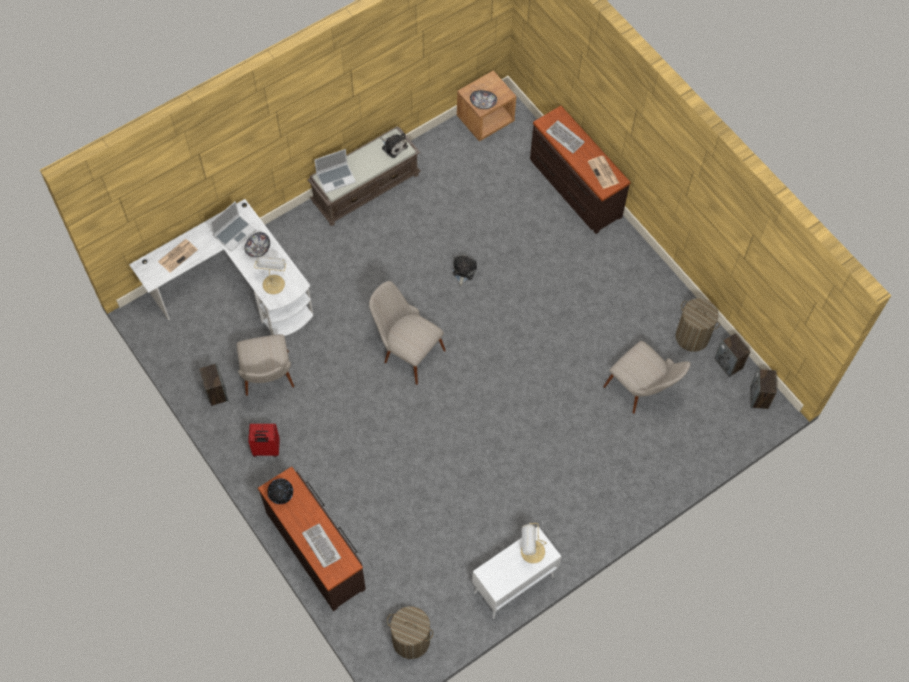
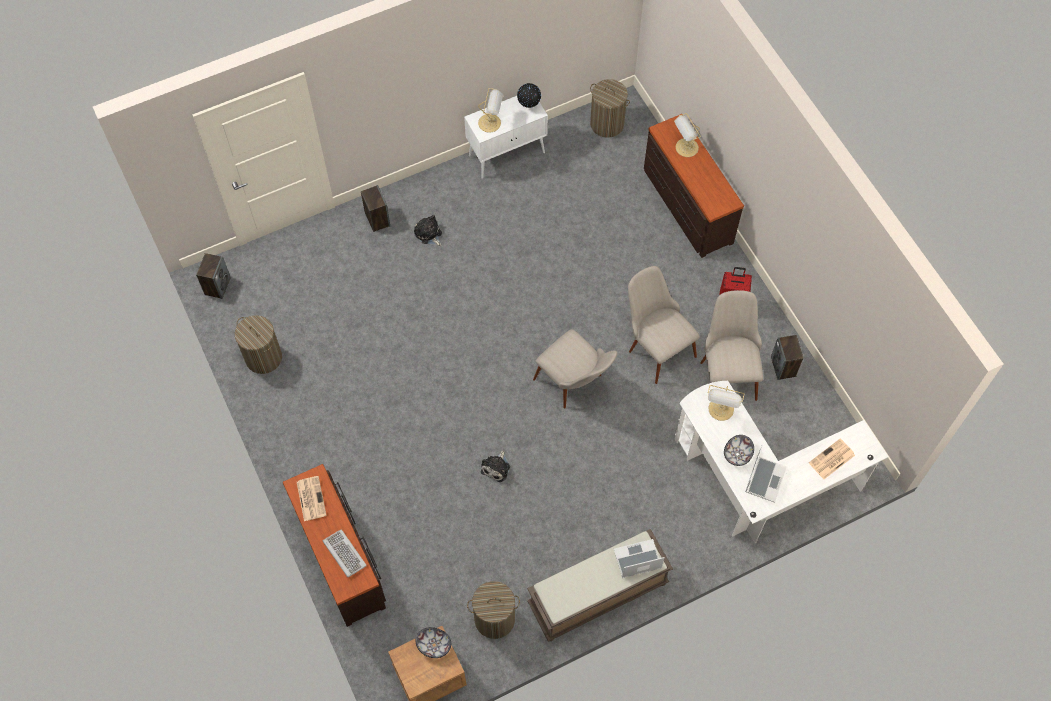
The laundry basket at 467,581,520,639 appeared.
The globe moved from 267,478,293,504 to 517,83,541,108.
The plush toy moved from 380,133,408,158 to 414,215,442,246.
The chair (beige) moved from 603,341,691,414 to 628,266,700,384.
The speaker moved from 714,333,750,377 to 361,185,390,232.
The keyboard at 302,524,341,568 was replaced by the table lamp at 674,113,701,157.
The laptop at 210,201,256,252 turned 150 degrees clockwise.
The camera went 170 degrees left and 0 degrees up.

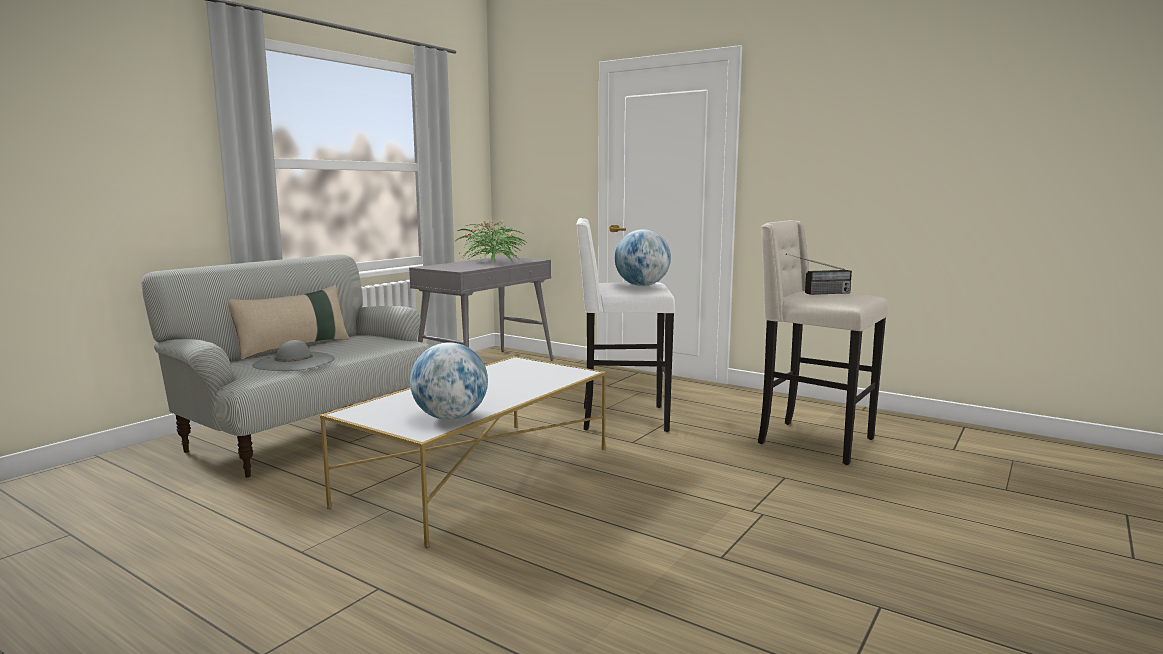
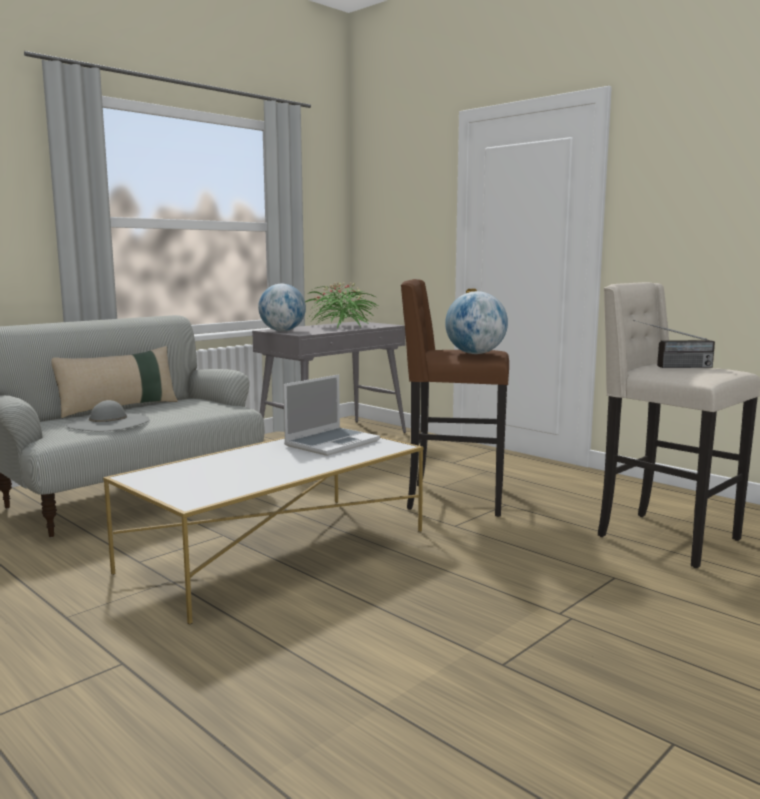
The laptop at 283,374,380,456 appeared.
The globe moved from 410,342,488,420 to 258,284,306,331.
The stool (white) at 576,218,675,432 became the stool (brown) at 401,279,509,517.
The camera went 10 degrees right and 0 degrees up.

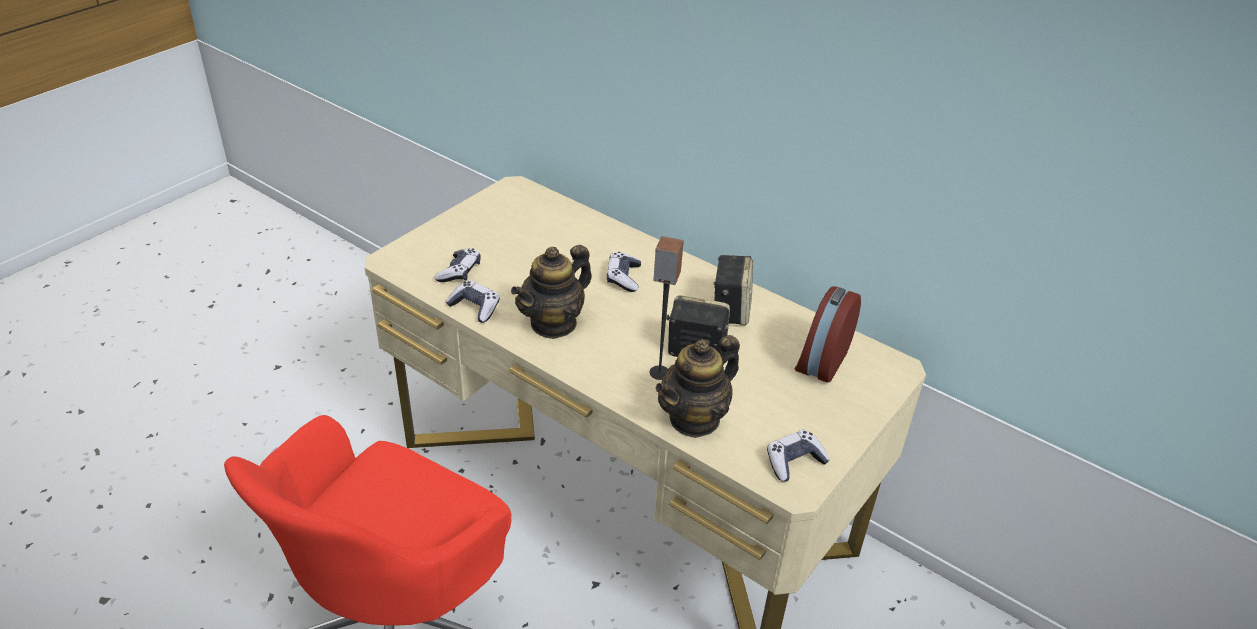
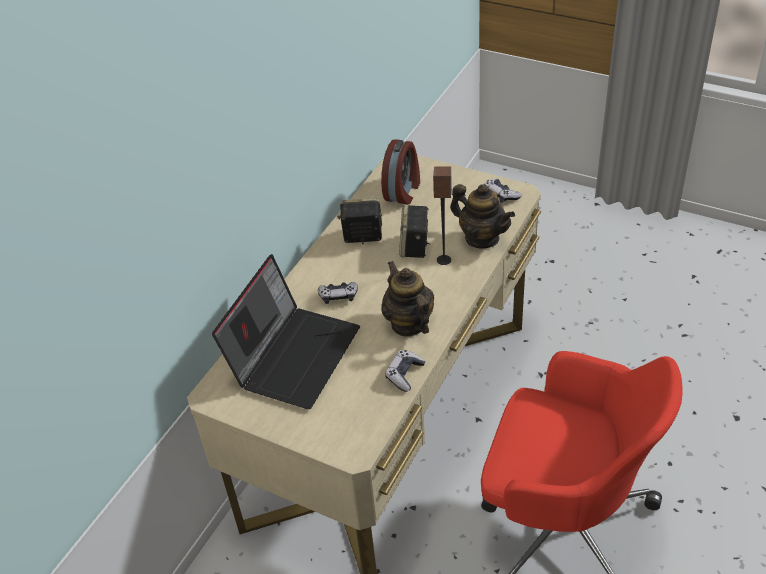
The game controller at 434,248,481,282 disappeared.
The laptop at 212,254,360,409 appeared.
The teapot at 511,245,592,339 turned 150 degrees counterclockwise.
The alarm clock at 795,286,861,383 turned 90 degrees counterclockwise.
The camera went 95 degrees left and 5 degrees up.

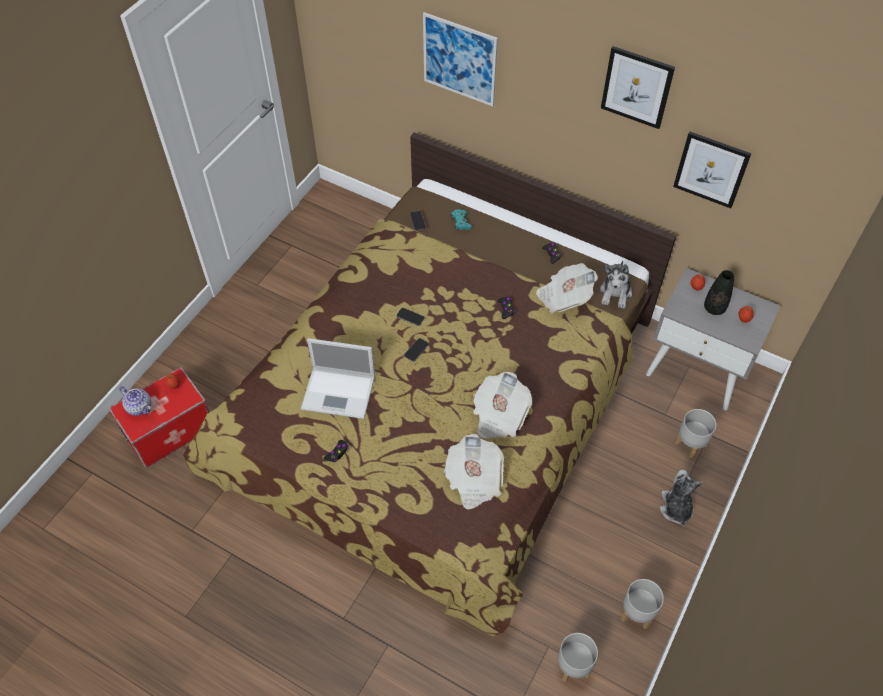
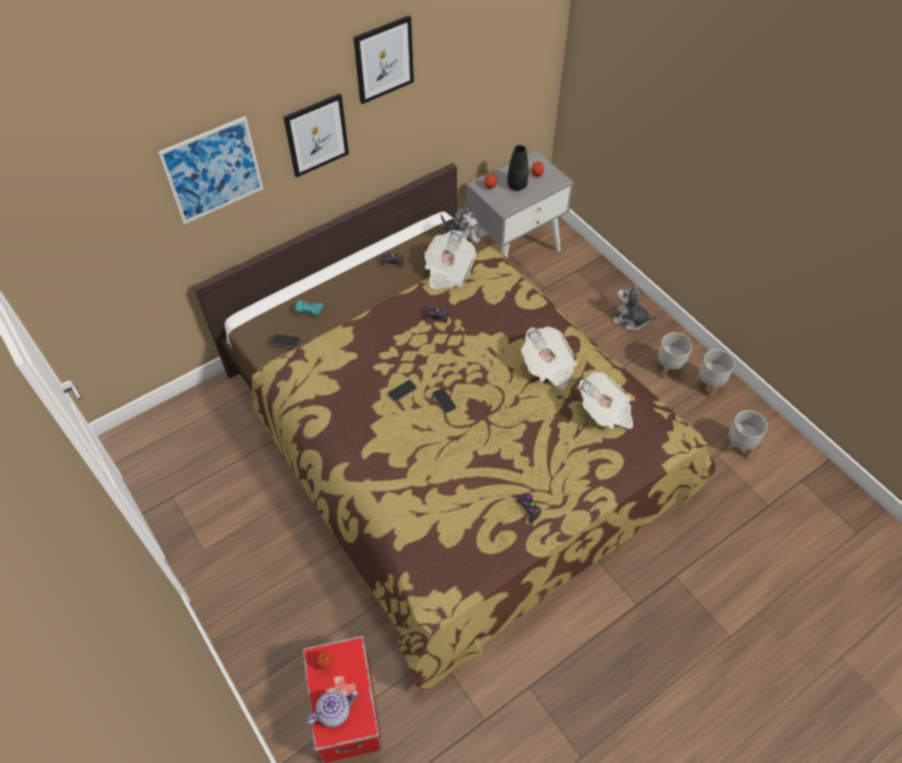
The laptop at 301,338,375,419 disappeared.
The picture moved from 673,132,752,208 to 283,93,349,177.
The planter (grey) moved from 675,409,716,458 to 655,332,692,379.
The camera went 65 degrees left and 0 degrees up.

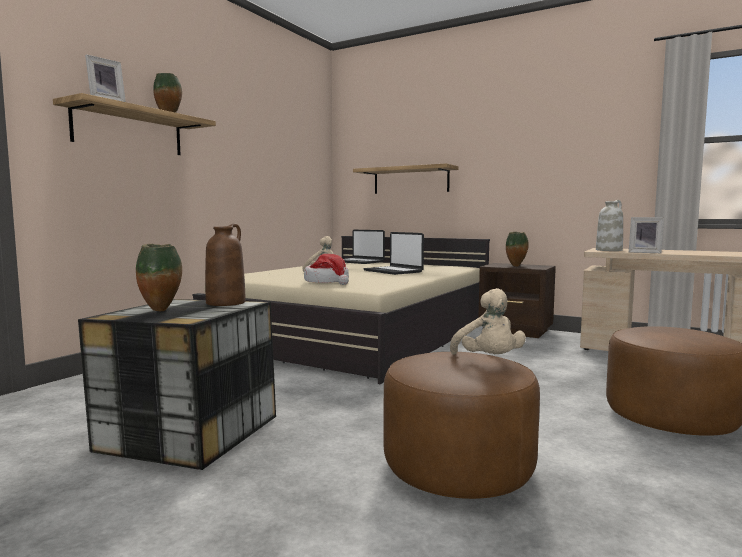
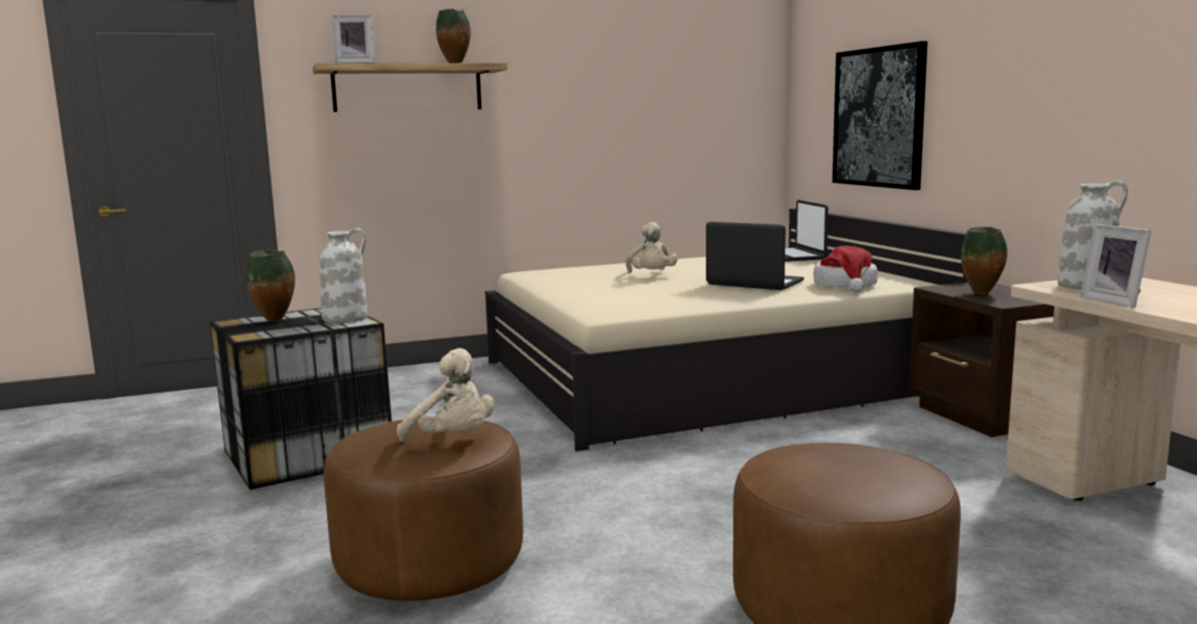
The hat moved from 304,254,349,285 to 814,246,878,292.
The shelf at 353,163,458,194 was replaced by the picture at 832,41,927,190.
The vase (brown) at 205,223,246,306 became the vase (white) at 320,228,368,323.
The laptop at 363,232,424,275 turned 120 degrees clockwise.
The plush toy (beige) at 450,288,526,355 turned 75 degrees counterclockwise.
The camera went 40 degrees right and 5 degrees up.

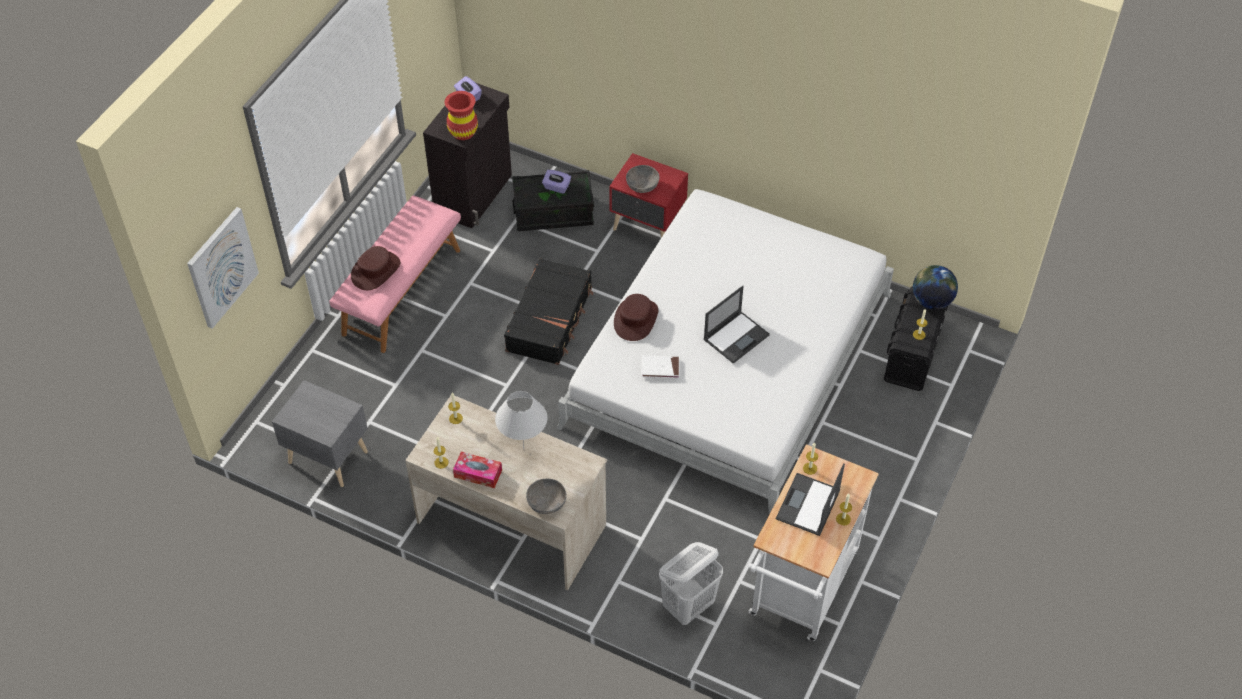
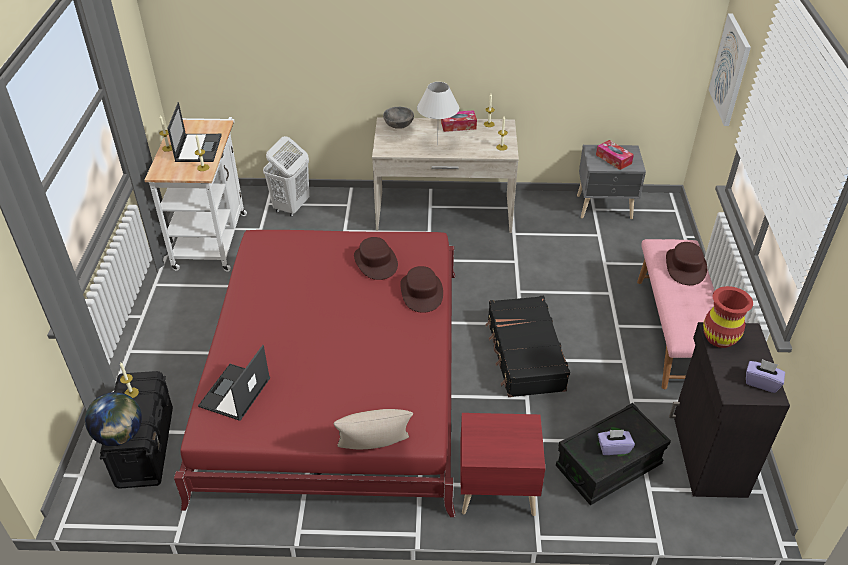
The bowl (grey) at 626,165,660,193 disappeared.
The pillow (beige) at 334,409,413,449 appeared.
The tissue box at 596,140,634,170 appeared.
The laptop moved from 703,286,770,364 to 198,345,270,421.
The book (white) at 641,355,680,378 was replaced by the hat (brown) at 354,237,398,280.
The bed (white) at 557,189,894,514 became the bed (red) at 174,230,455,517.
The camera went 155 degrees right and 10 degrees down.

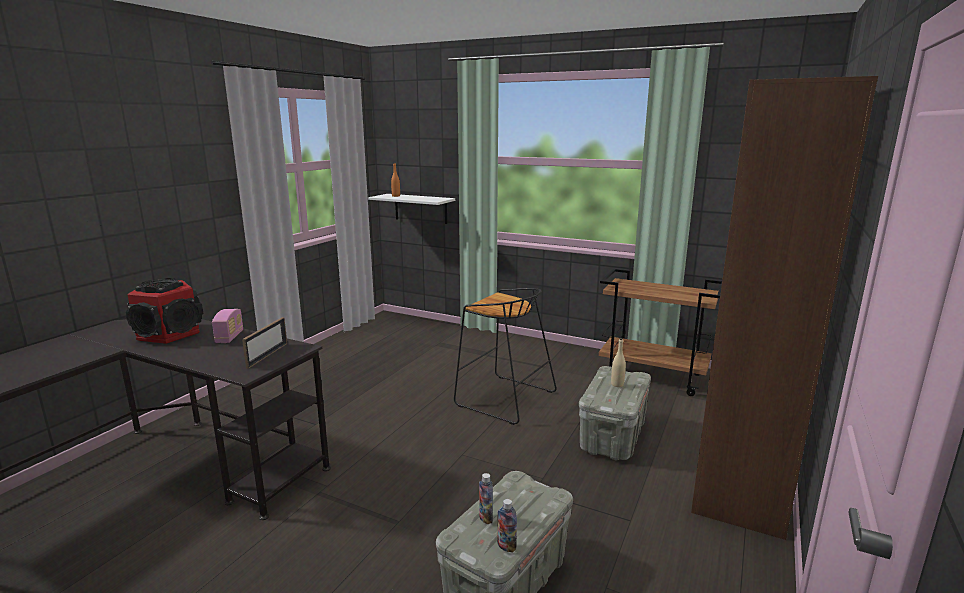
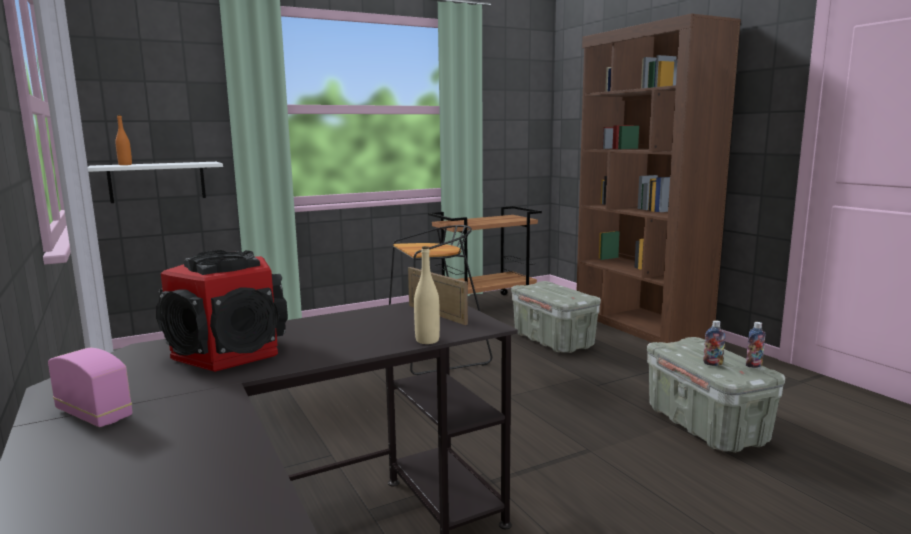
The radio moved from 212,309,243,343 to 48,348,132,427.
The bottle (beige) moved from 611,338,626,387 to 414,246,440,344.
The camera went 55 degrees left and 5 degrees down.

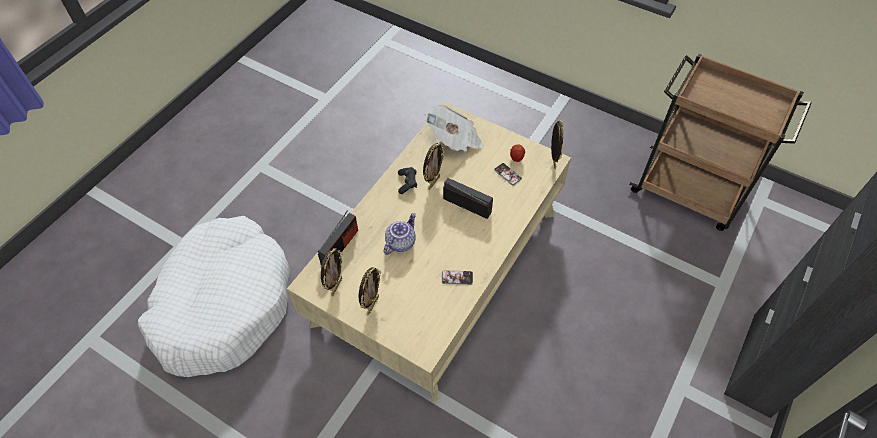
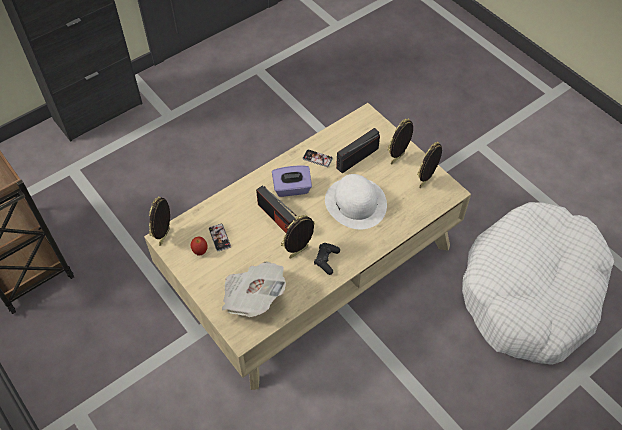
The tissue box (purple) at 272,165,312,197 appeared.
The radio moved from 318,211,358,265 to 336,128,380,173.
The teapot at 384,213,416,255 was replaced by the hat (white) at 325,174,387,229.
The camera went 160 degrees left and 0 degrees up.

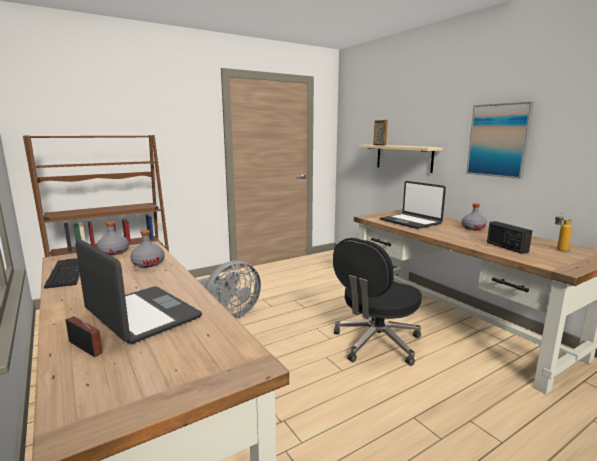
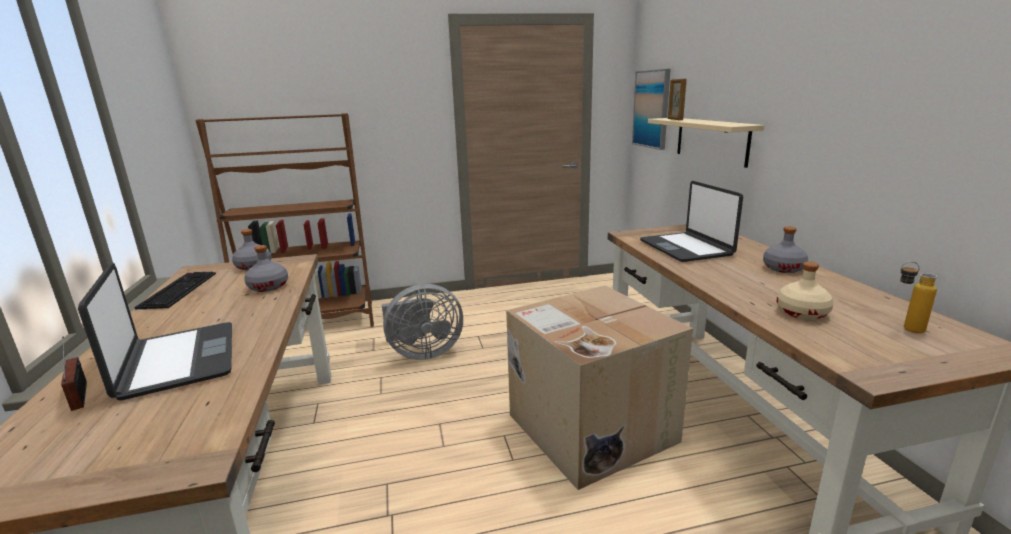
The picture moved from 466,102,534,179 to 632,69,671,150.
The office chair (black) at 333,238,422,366 was replaced by the cardboard box at 506,286,693,490.
The radio at 487,221,532,254 was replaced by the bottle (beige) at 777,261,834,320.
The camera went 20 degrees right and 5 degrees up.

